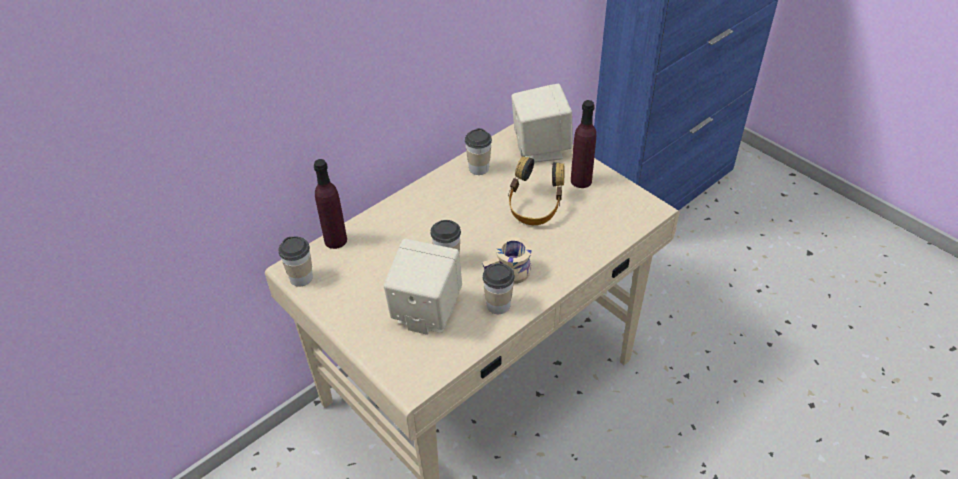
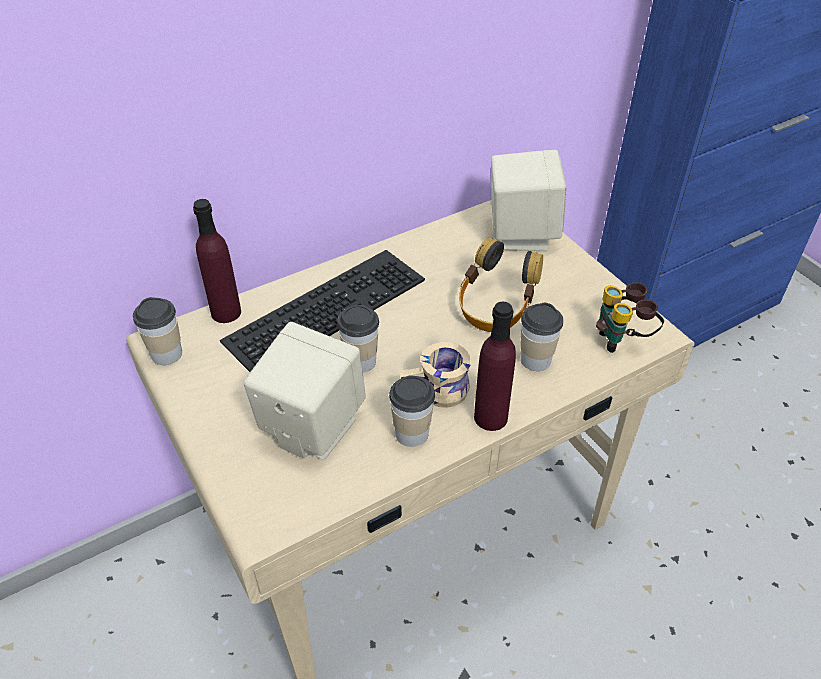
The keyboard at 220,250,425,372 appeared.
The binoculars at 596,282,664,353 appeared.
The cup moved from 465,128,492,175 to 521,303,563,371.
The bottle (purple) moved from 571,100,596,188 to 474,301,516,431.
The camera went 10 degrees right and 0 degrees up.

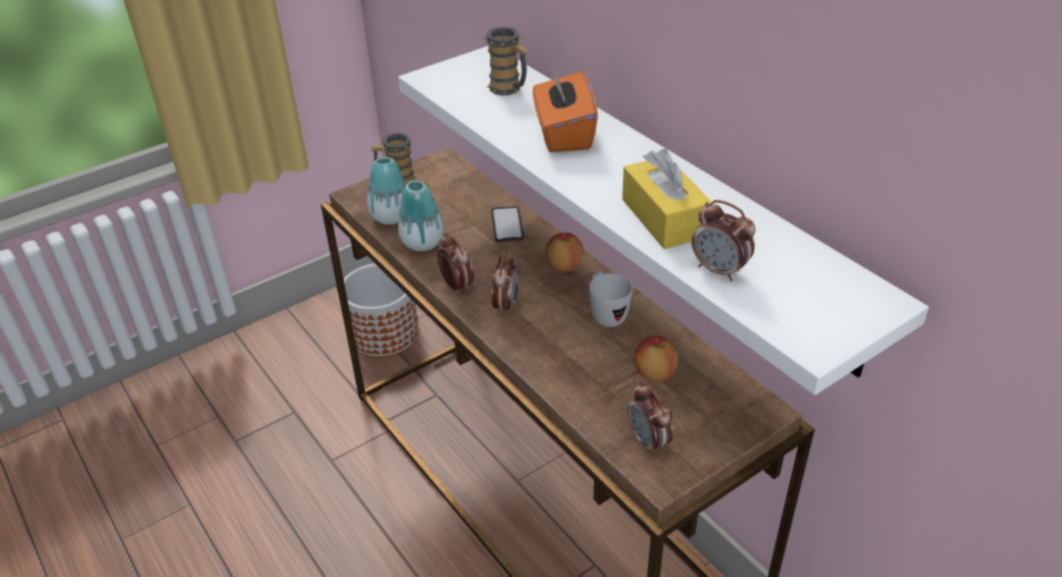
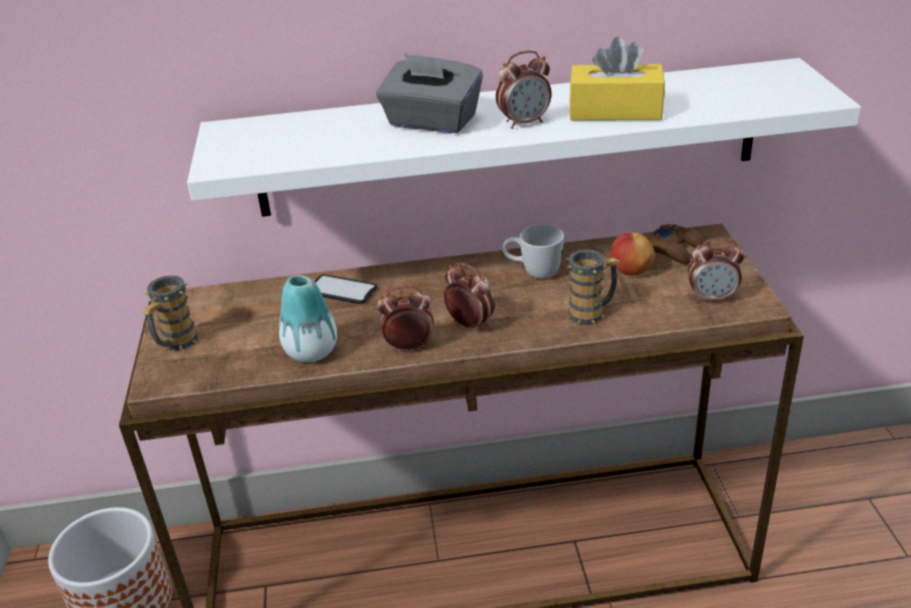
The vase at 367,157,406,225 disappeared.
The apple at 545,233,583,272 disappeared.
The game controller (brown) at 647,224,707,264 appeared.
The mug moved from 484,27,528,96 to 566,249,620,325.
The alarm clock moved from 692,200,755,281 to 496,51,552,129.
The tissue box (orange) at 533,65,598,152 became the tissue box (grey) at 376,53,483,133.
The camera went 60 degrees left and 5 degrees down.

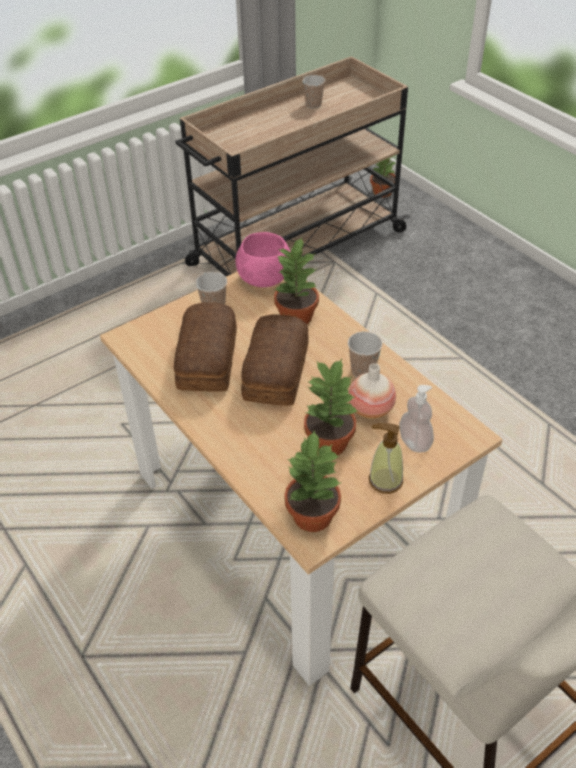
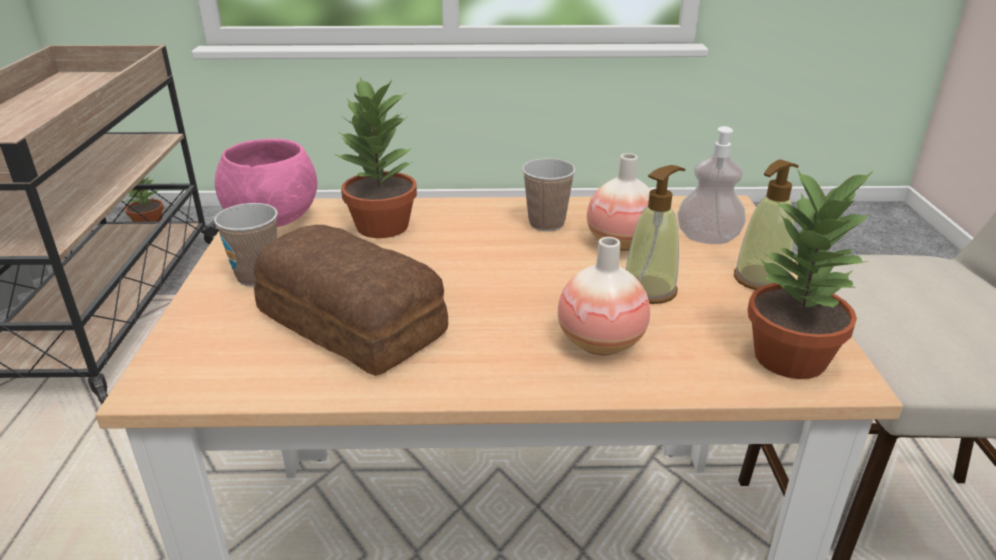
The bread at 241,314,308,406 disappeared.
The cup at 302,75,325,109 disappeared.
The vase at 558,237,650,355 appeared.
The potted plant at 304,359,359,455 was replaced by the soap dispenser at 626,165,686,304.
The camera went 55 degrees left and 15 degrees down.

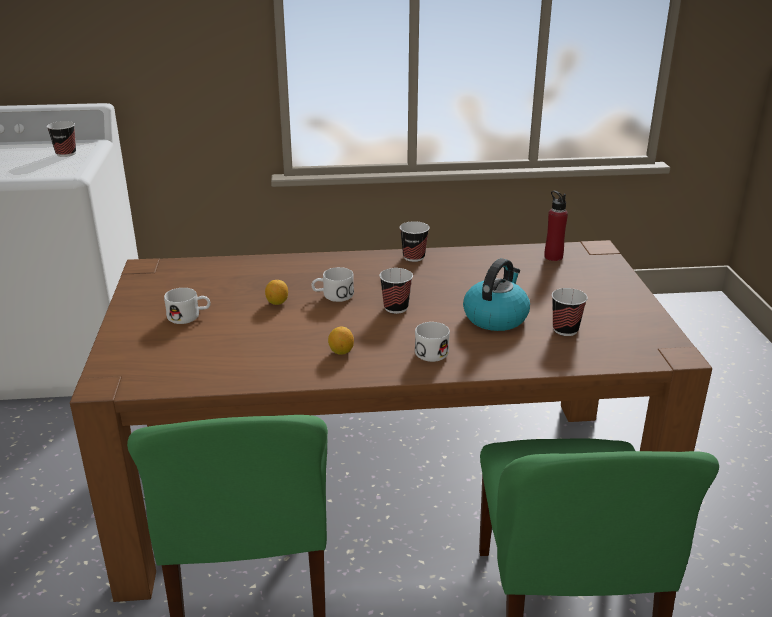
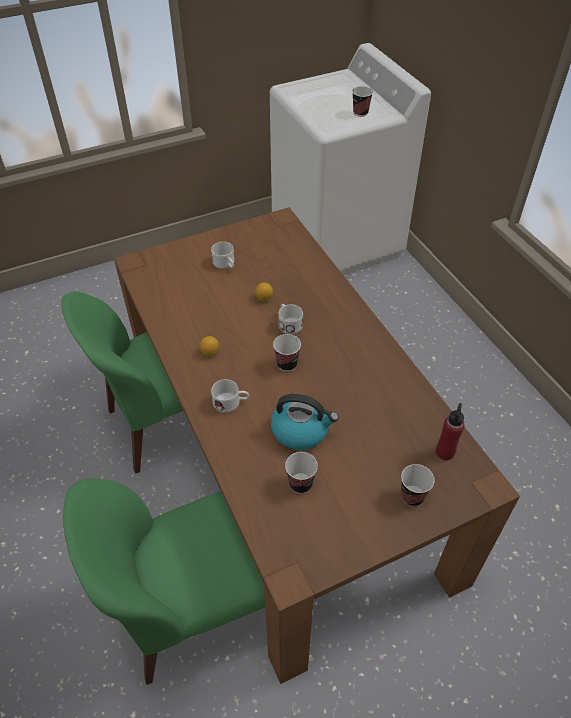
The cup moved from 400,221,429,262 to 401,464,435,506.
The camera went 70 degrees right and 20 degrees up.

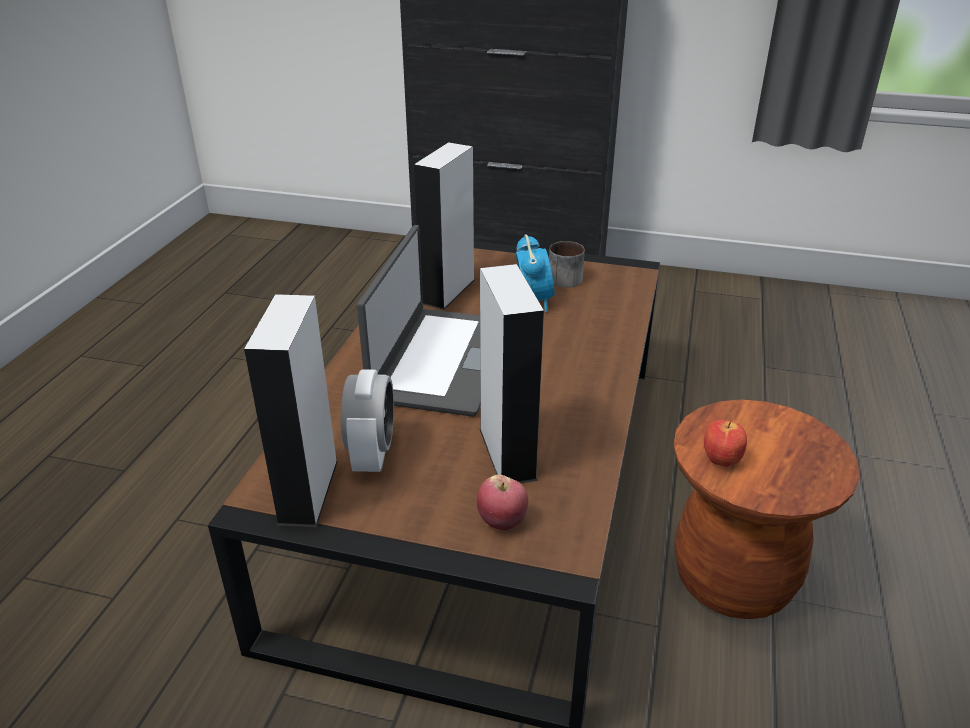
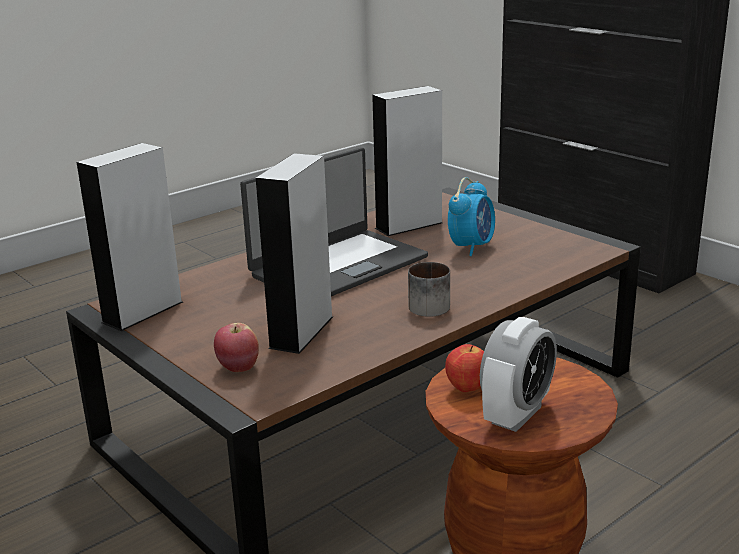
The alarm clock moved from 341,369,394,472 to 480,317,557,432.
The mug moved from 549,241,585,288 to 408,262,450,317.
The camera went 35 degrees right and 10 degrees down.

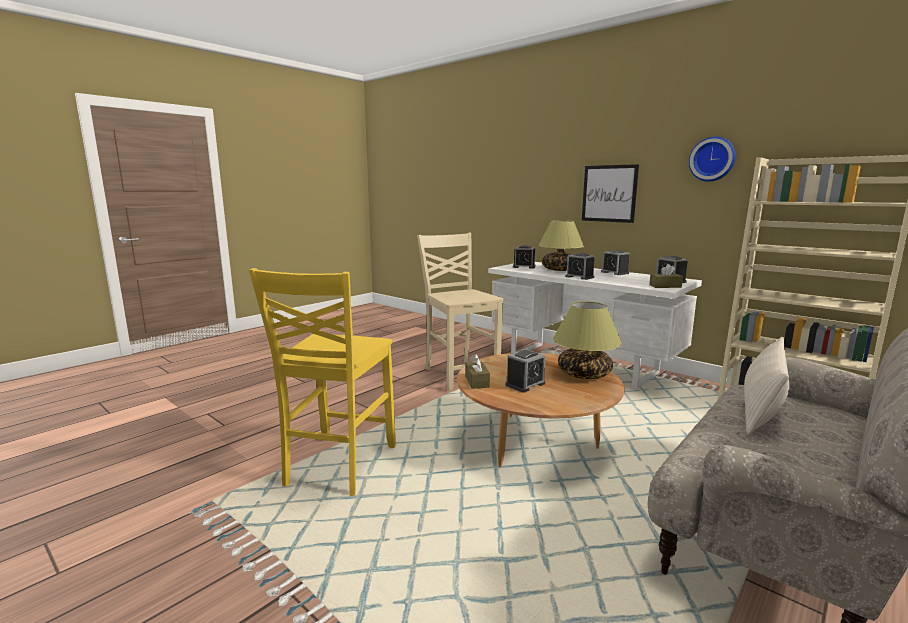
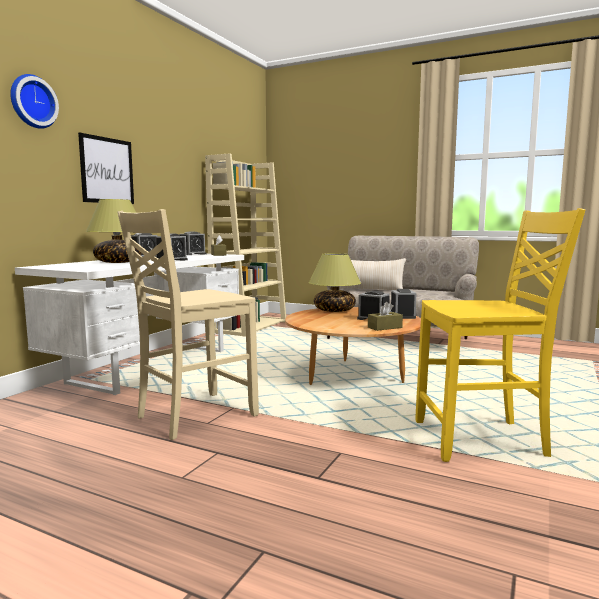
The alarm clock moved from 513,245,536,269 to 391,289,416,319.
The wall clock moved from 689,137,736,182 to 10,74,59,129.
The camera went 105 degrees left and 5 degrees down.

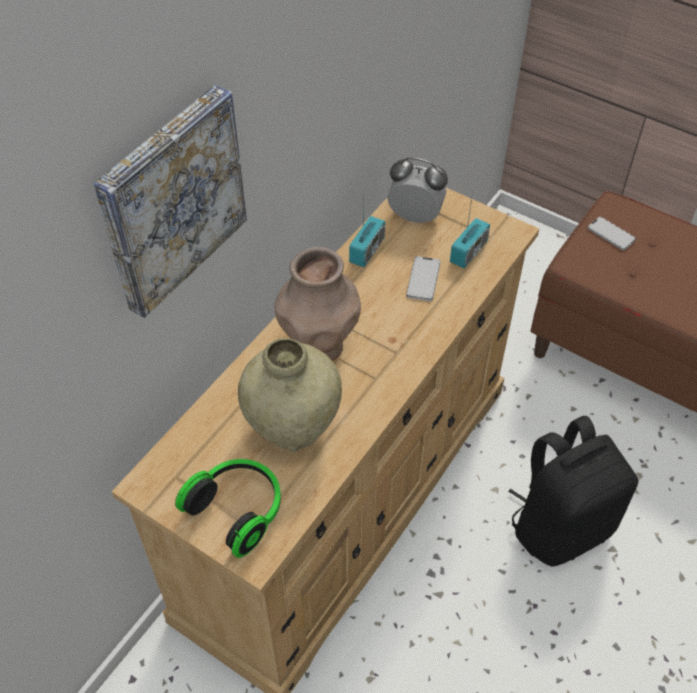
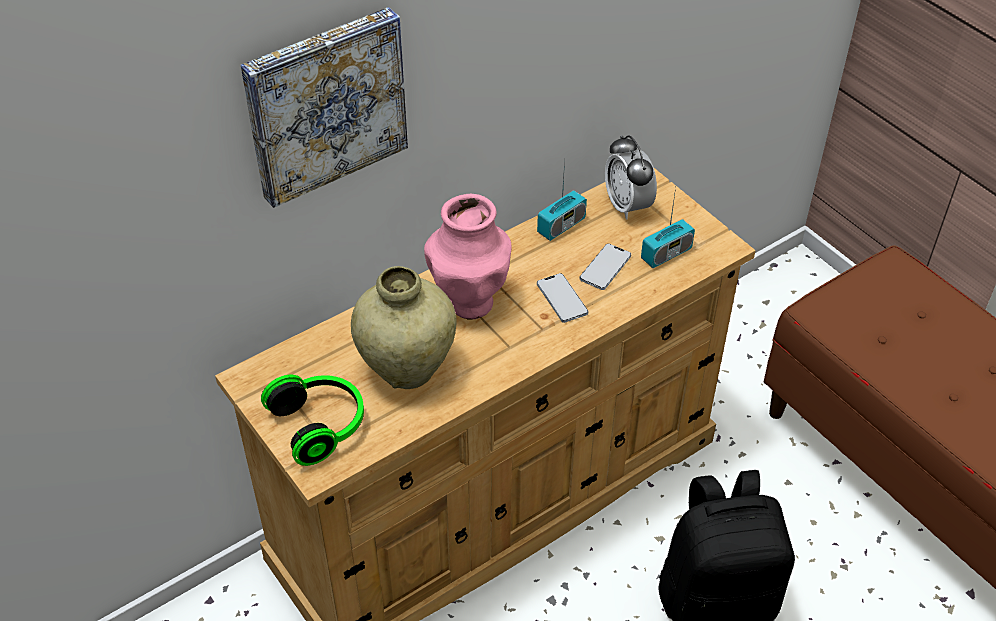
The phone moved from 588,217,636,250 to 537,273,588,323.
The vase (brown) at 274,247,361,361 became the vase (pink) at 424,194,512,319.
The alarm clock at 387,158,448,223 turned 150 degrees counterclockwise.
The camera went 20 degrees right and 5 degrees down.

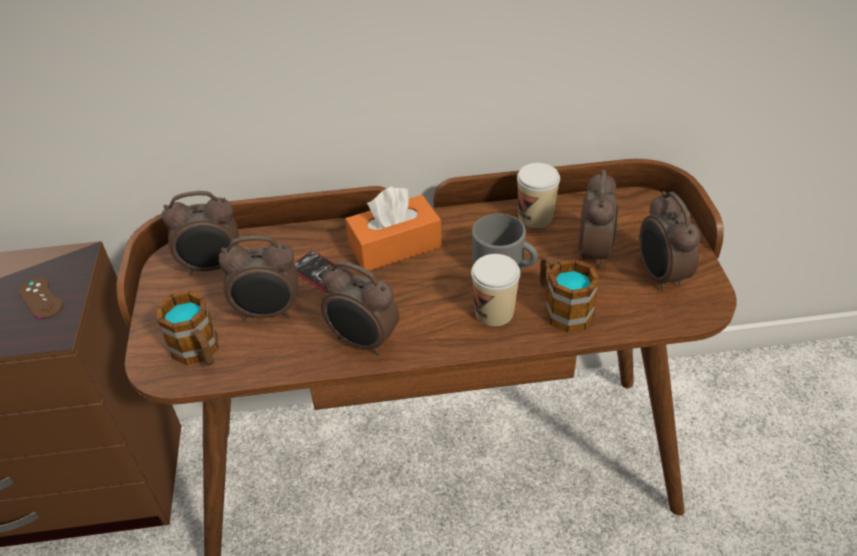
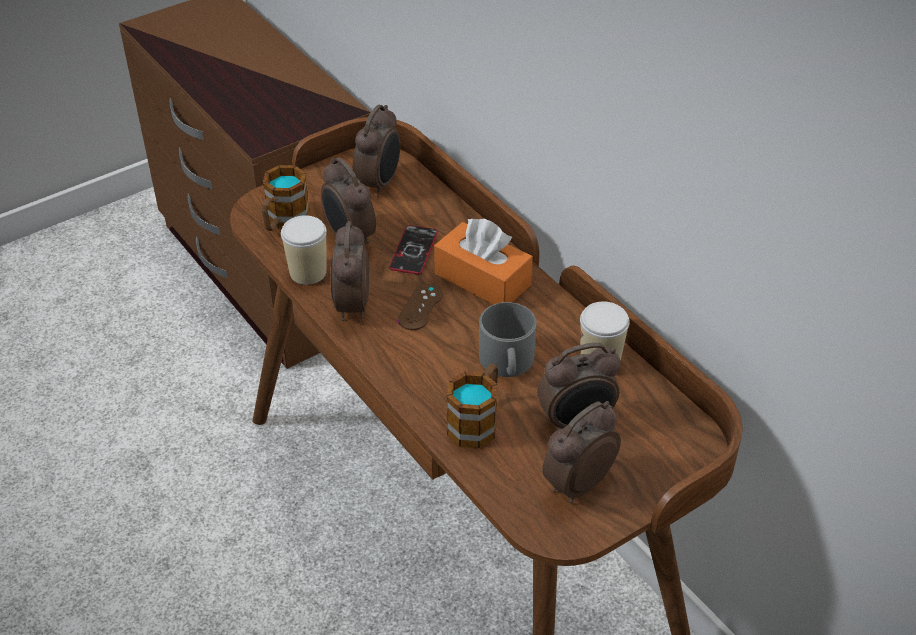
The game controller (brown) moved from 19,278,63,319 to 398,284,443,330.
The cup moved from 471,254,520,326 to 281,215,327,285.
The alarm clock at 162,191,239,275 turned 120 degrees counterclockwise.
The camera went 60 degrees right and 0 degrees up.

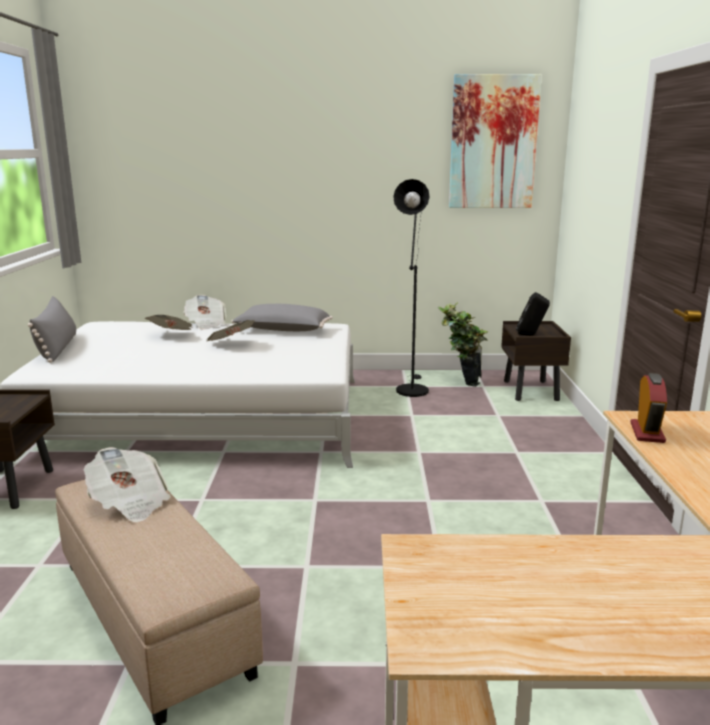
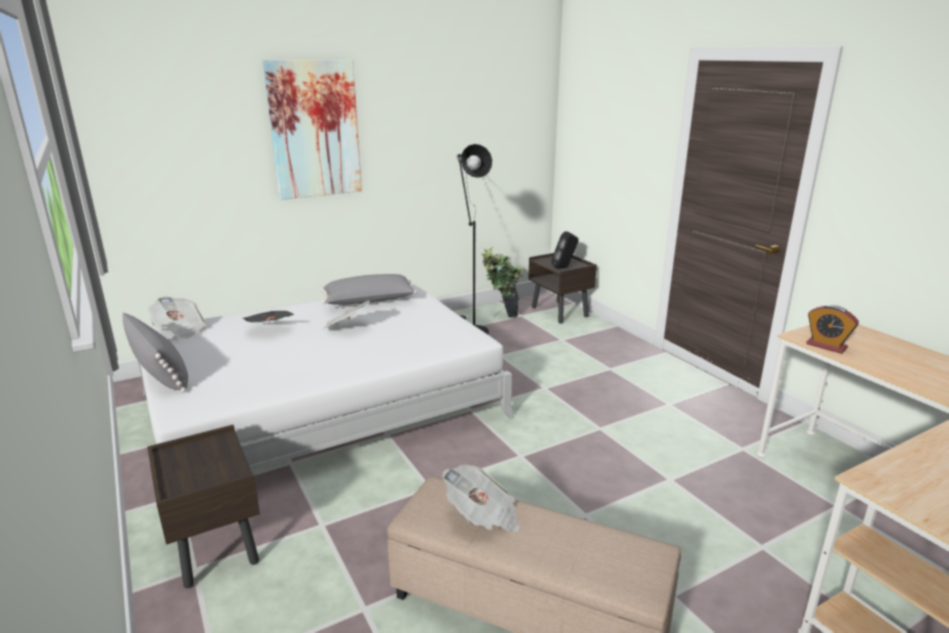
The newspaper moved from 183,295,226,330 to 148,296,207,339.
The picture moved from 449,74,542,208 to 263,60,362,200.
The alarm clock at 630,373,667,443 turned 150 degrees clockwise.
The camera went 30 degrees left and 5 degrees up.

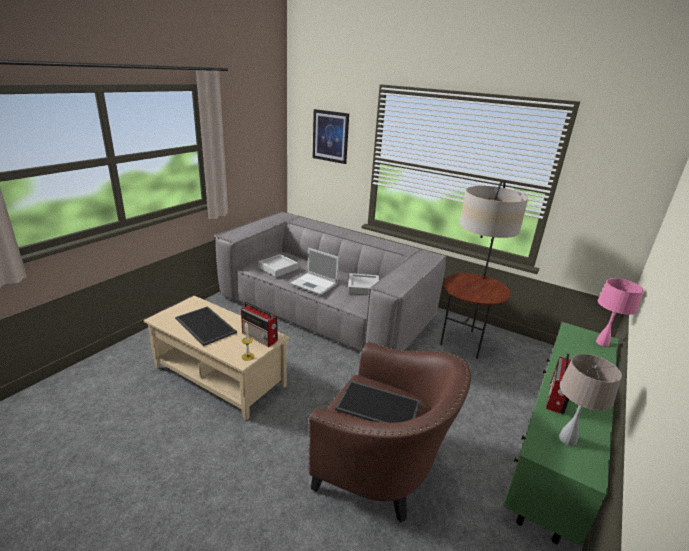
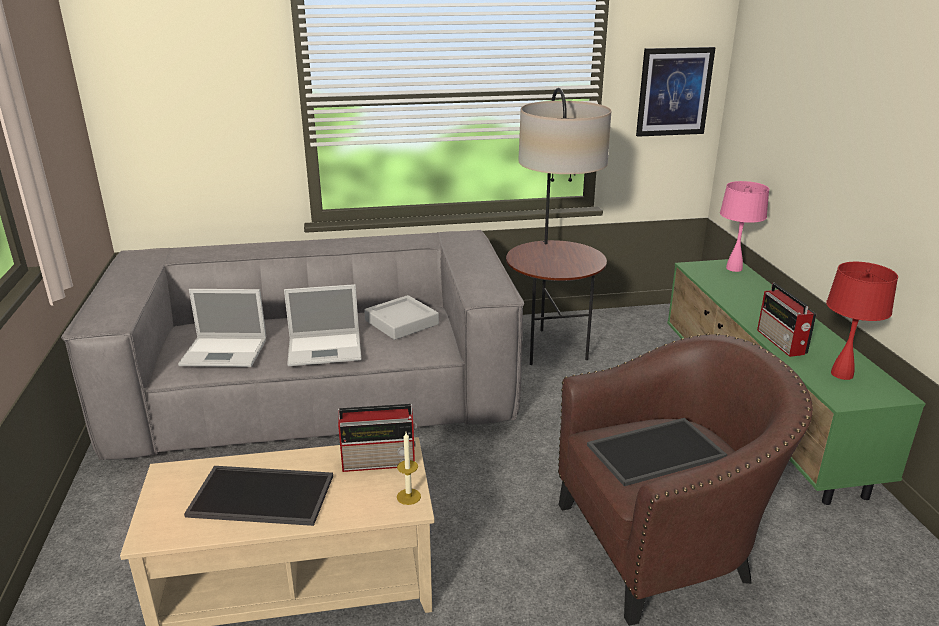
The picture moved from 312,109,349,164 to 636,47,716,137.
The tray (grey) at 258,254,298,277 was replaced by the laptop at 178,289,266,367.
The table lamp (beige) at 559,354,622,446 became the table lamp (red) at 826,262,898,380.
The camera went 40 degrees left and 0 degrees up.

